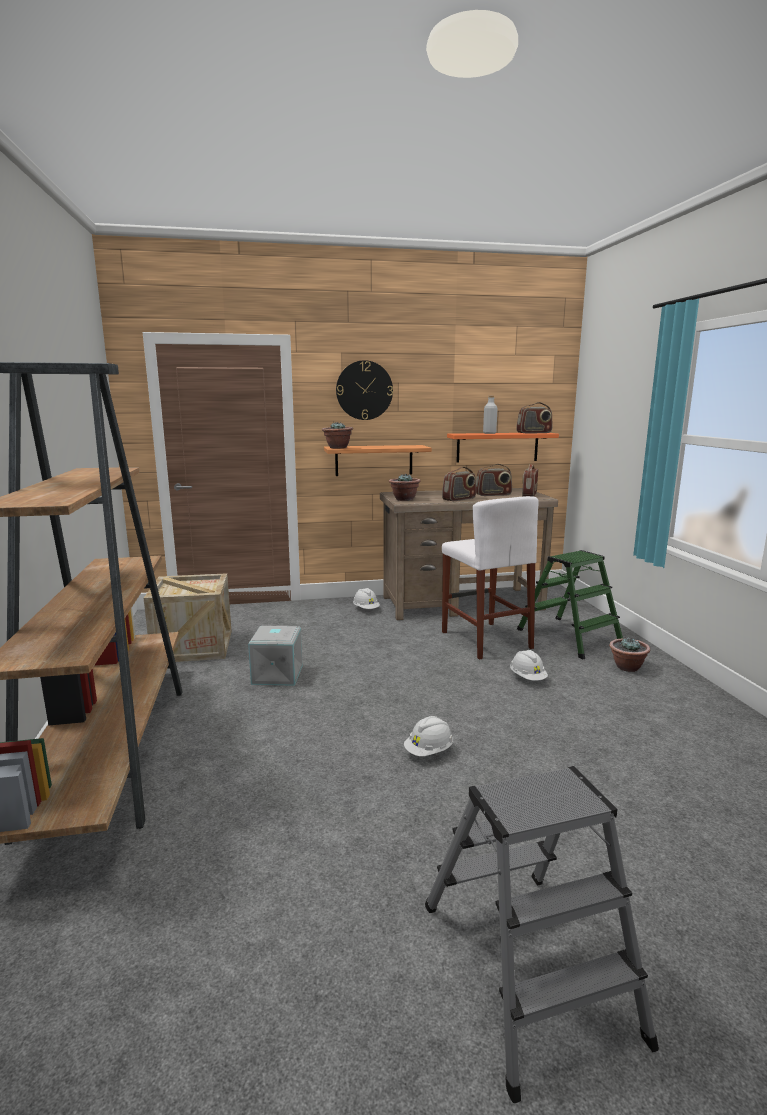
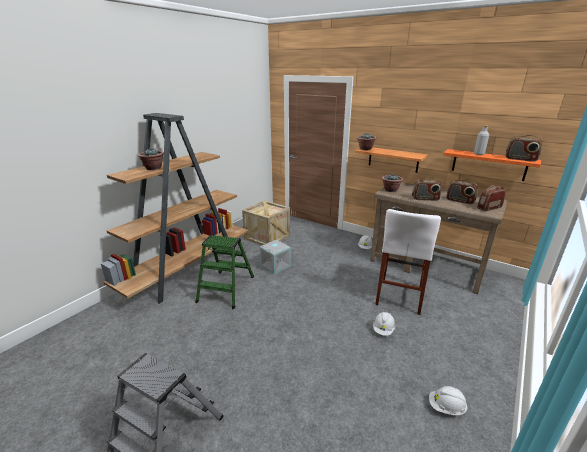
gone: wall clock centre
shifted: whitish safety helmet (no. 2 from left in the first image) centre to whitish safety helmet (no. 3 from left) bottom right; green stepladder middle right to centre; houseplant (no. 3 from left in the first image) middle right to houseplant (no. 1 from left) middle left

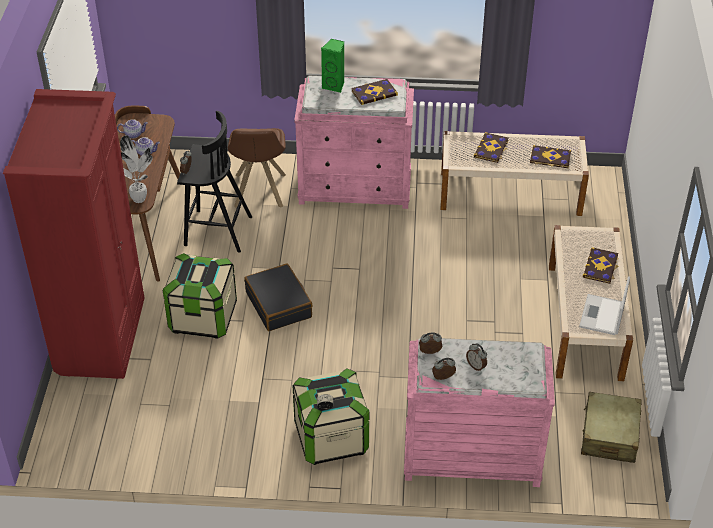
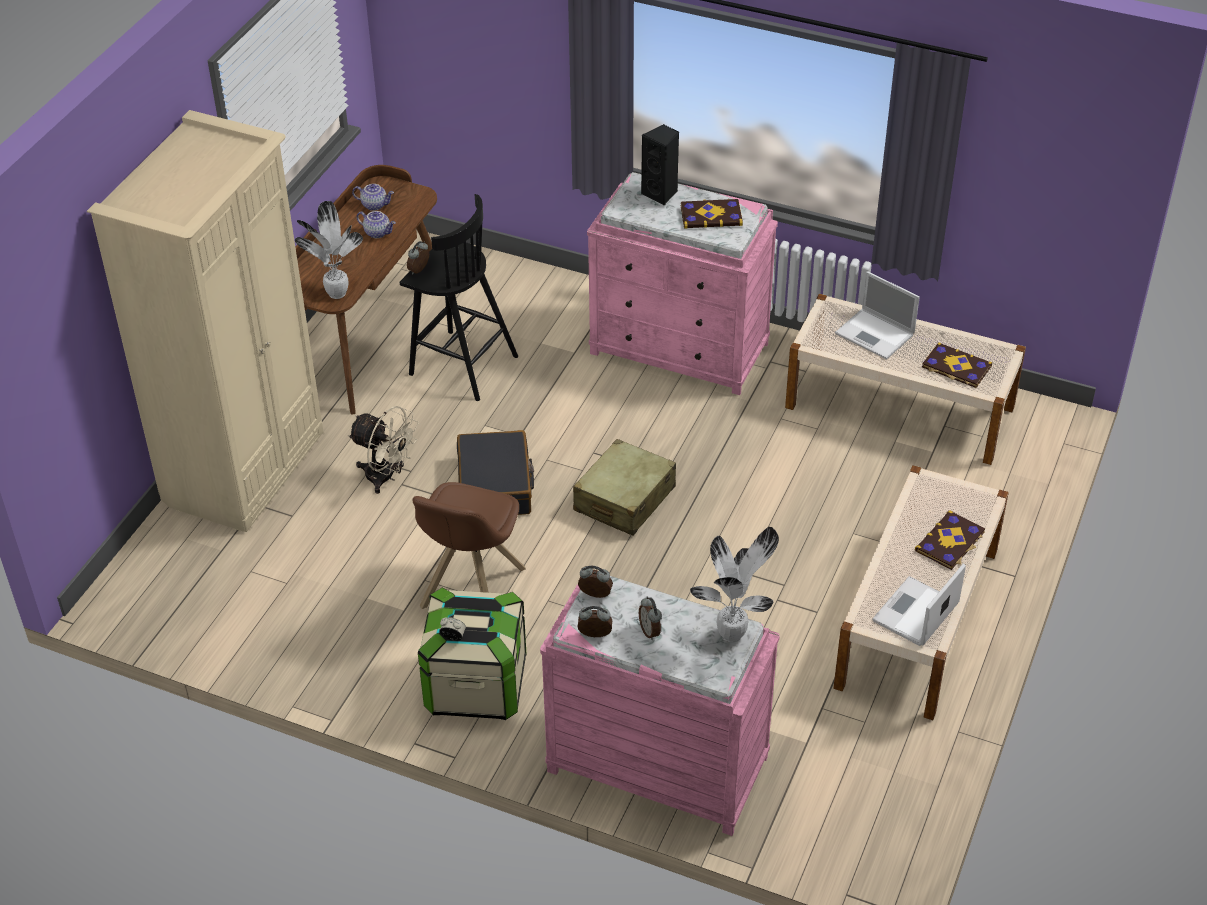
new: houseplant (no. 2 from left) centre
shifted: brown upright chair top centre to centre; sand-coloured travel case bottom right to centre
swapped: storage container (no. 1 from left) middle left to sand-coloured fan middle left; volume (no. 2 from left) top right to notebook computer (no. 1 from left) middle right
repainted: red wardrobe middle left to sand-coloured wardrobe middle left; green loudspeaker top centre to black loudspeaker top centre

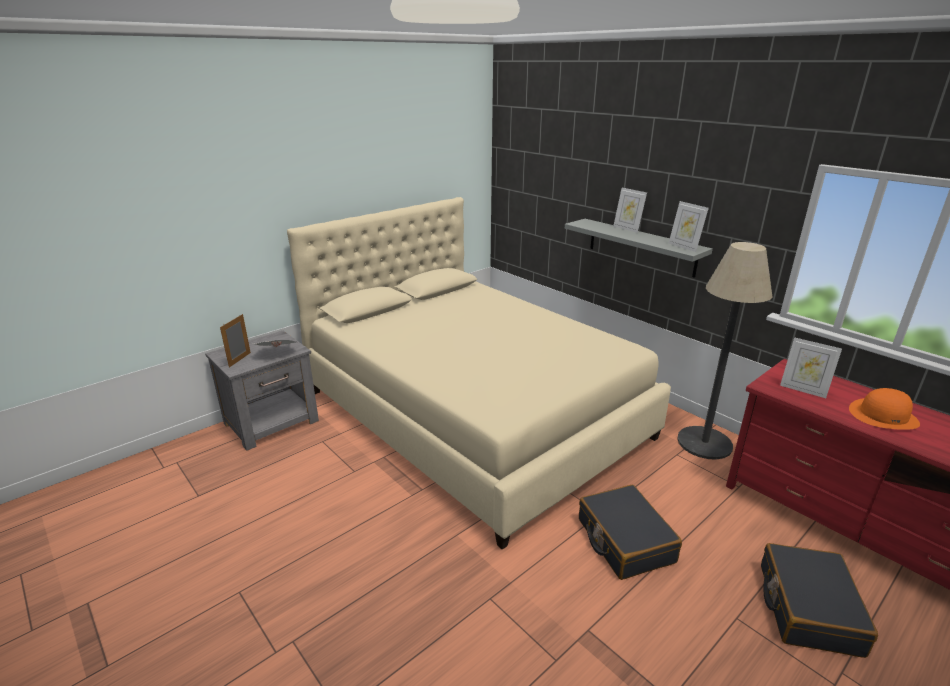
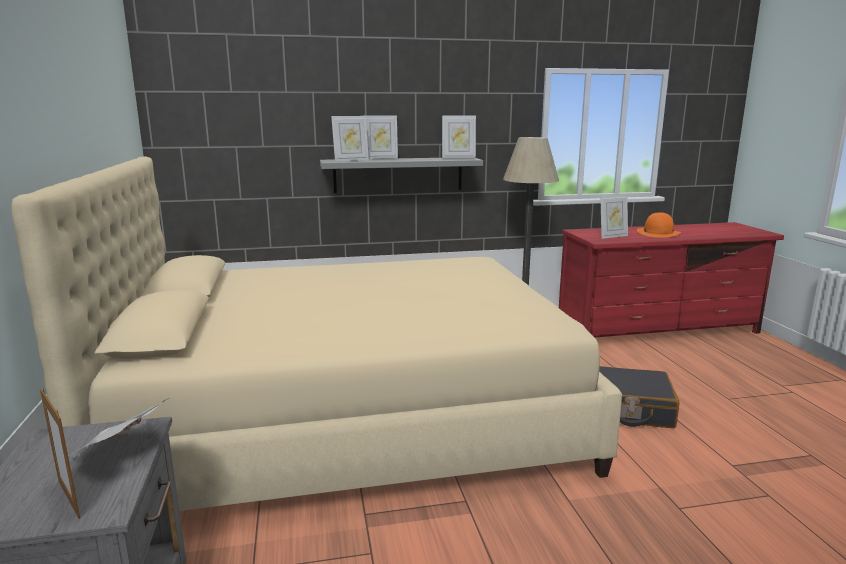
gone: black travel case (no. 2 from left) bottom right
new: photo frame (no. 2 from left) top centre

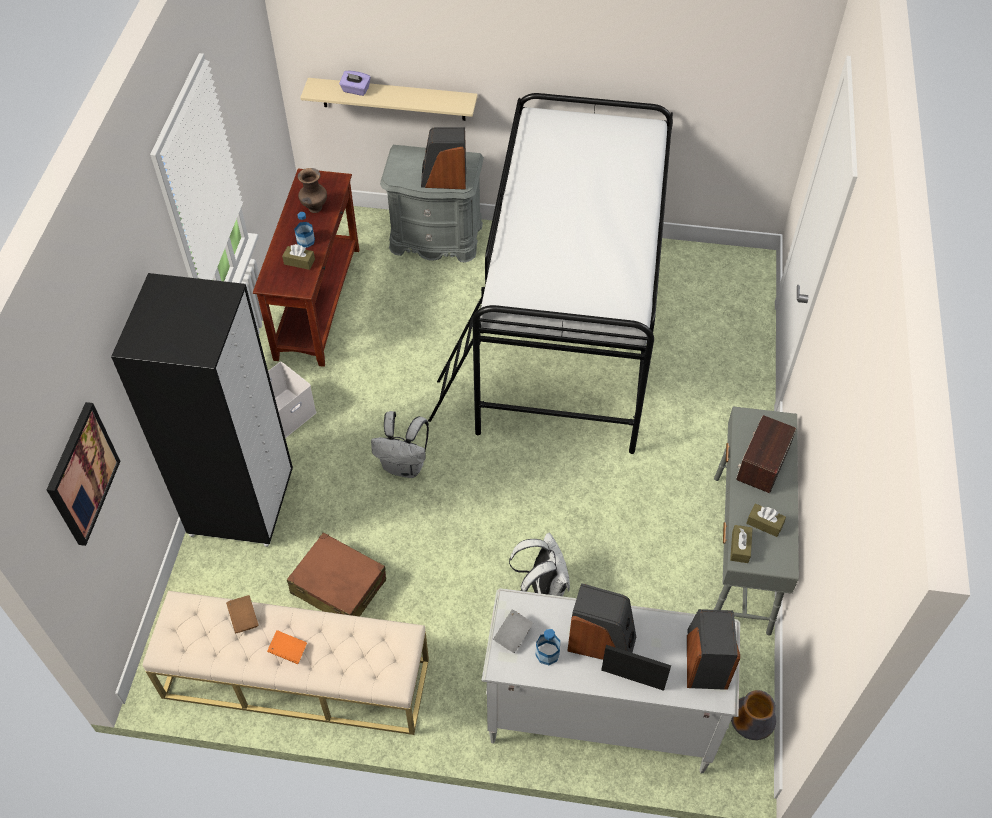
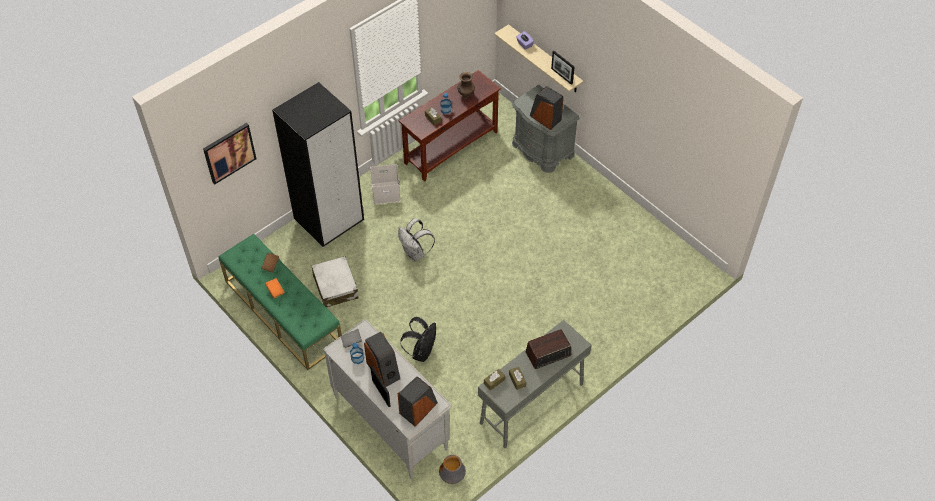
gone: black sleeping bed centre
new: photo frame (no. 2 from left) top centre
repainted: sand-coloured long seat bottom left to green long seat middle left; brown travel case bottom centre to whitish travel case centre; whitish rucksack (no. 2 from left) bottom centre to black rucksack bottom centre

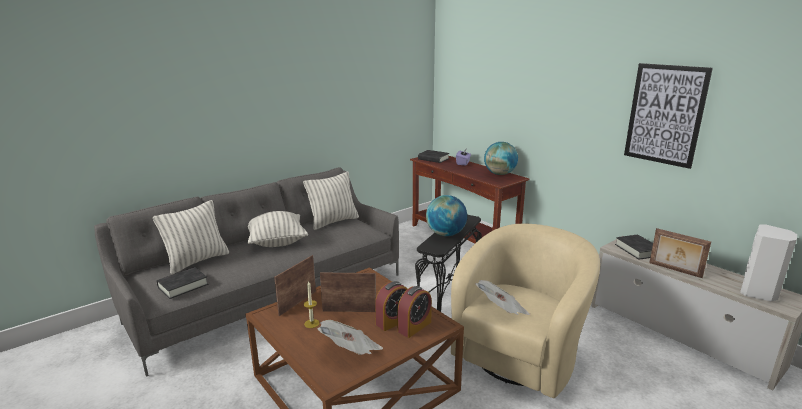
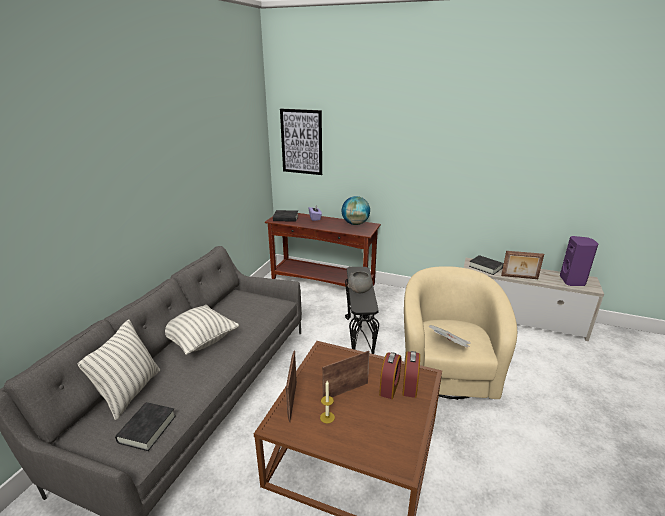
gone: throw pillow (no. 3 from left) centre; daily paper (no. 1 from left) bottom centre
shifted: wall art top right to top centre
swapped: desk globe (no. 1 from left) centre to greyish serving bowl centre
repainted: whitish loudspeaker middle right to purple-coloured loudspeaker middle right

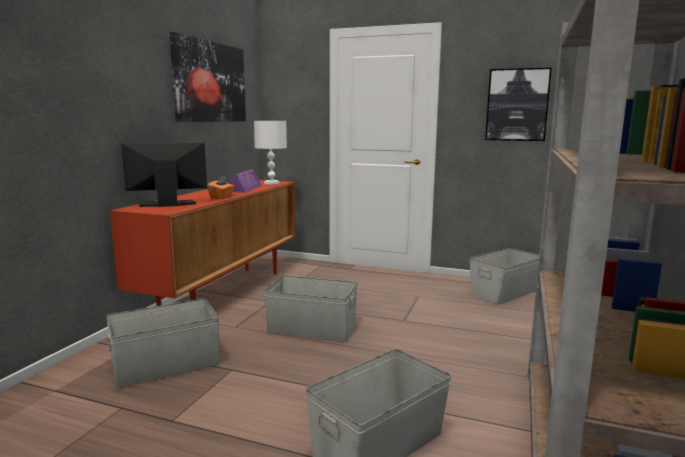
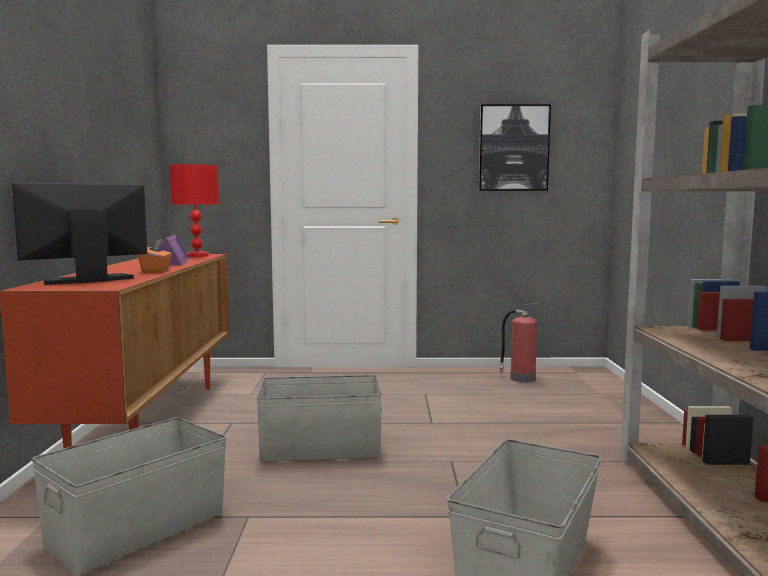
gone: wall art (no. 1 from left) top left
swapped: greyish storage container (no. 4 from left) middle right to fire extinguisher middle right
repainted: whitish table lamp top centre to red table lamp middle left

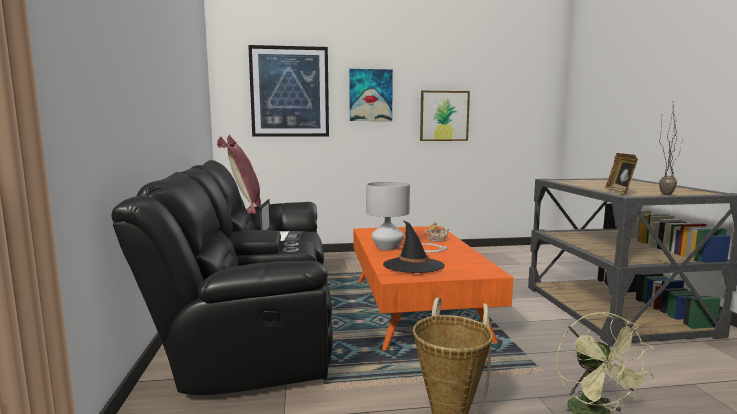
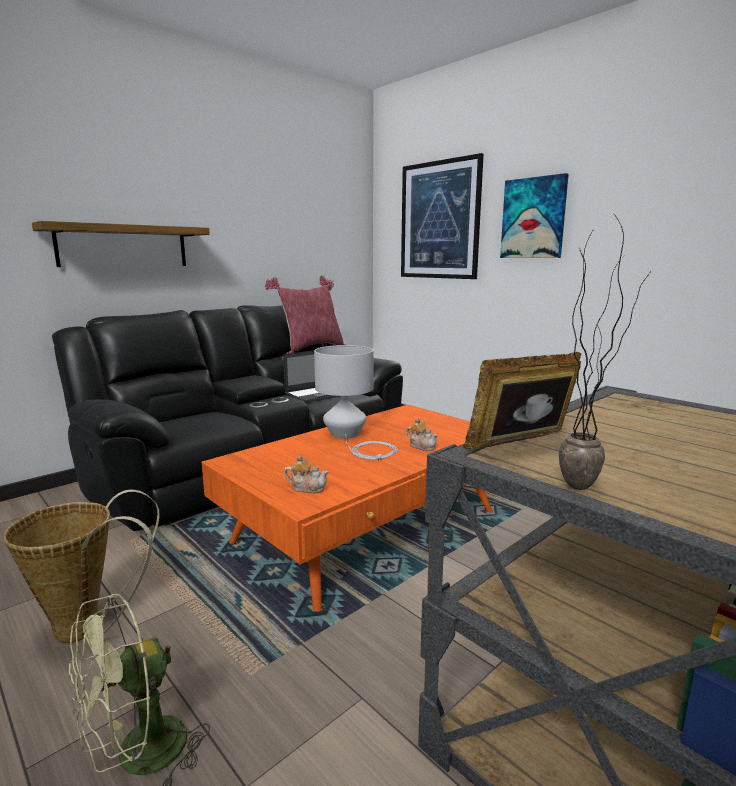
gone: black clothing hat centre; wall art (no. 3 from left) top centre
new: wall shelf top left; teapot (no. 1 from left) centre

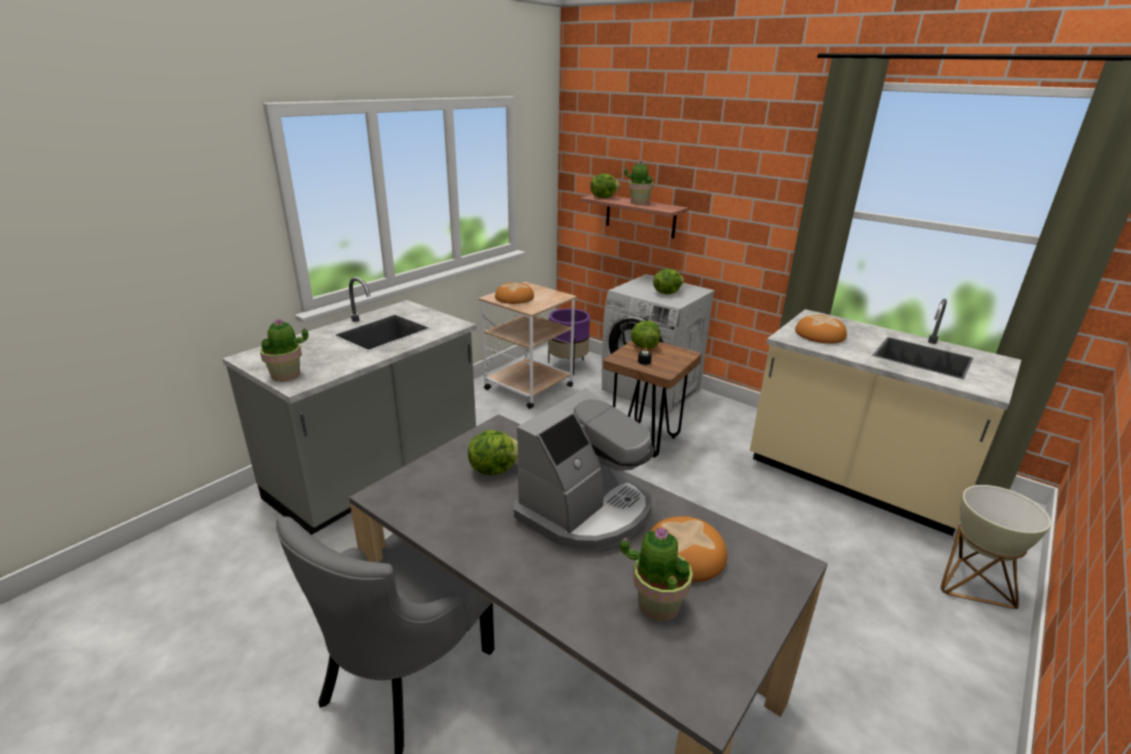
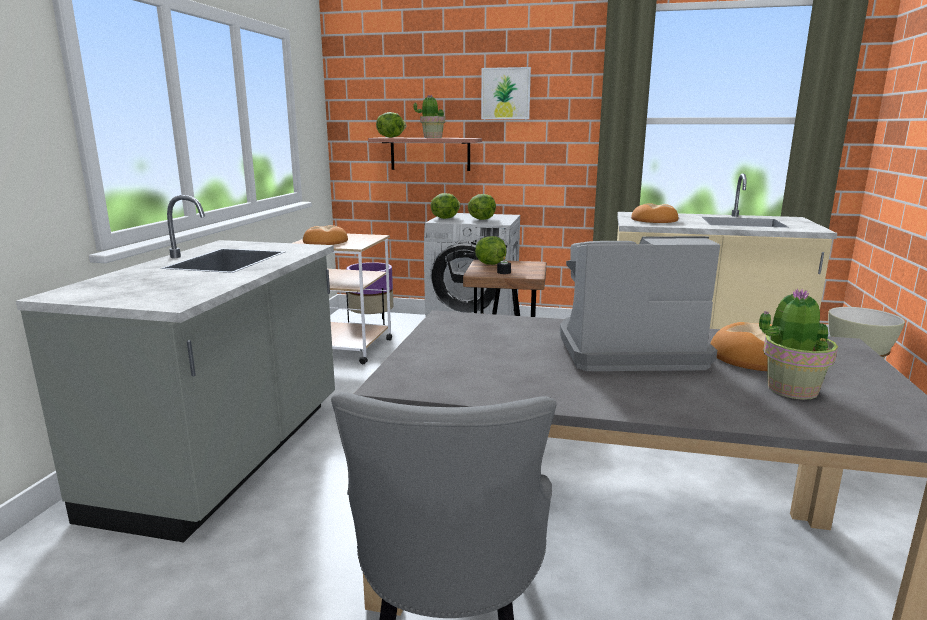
gone: houseplant (no. 1 from left) middle left
new: wall art top centre
shifted: lettuce head (no. 1 from left in the first image) centre to lettuce head (no. 2 from left) top centre
rotated: coffee machine centre = middle right 105 degrees counterclockwise

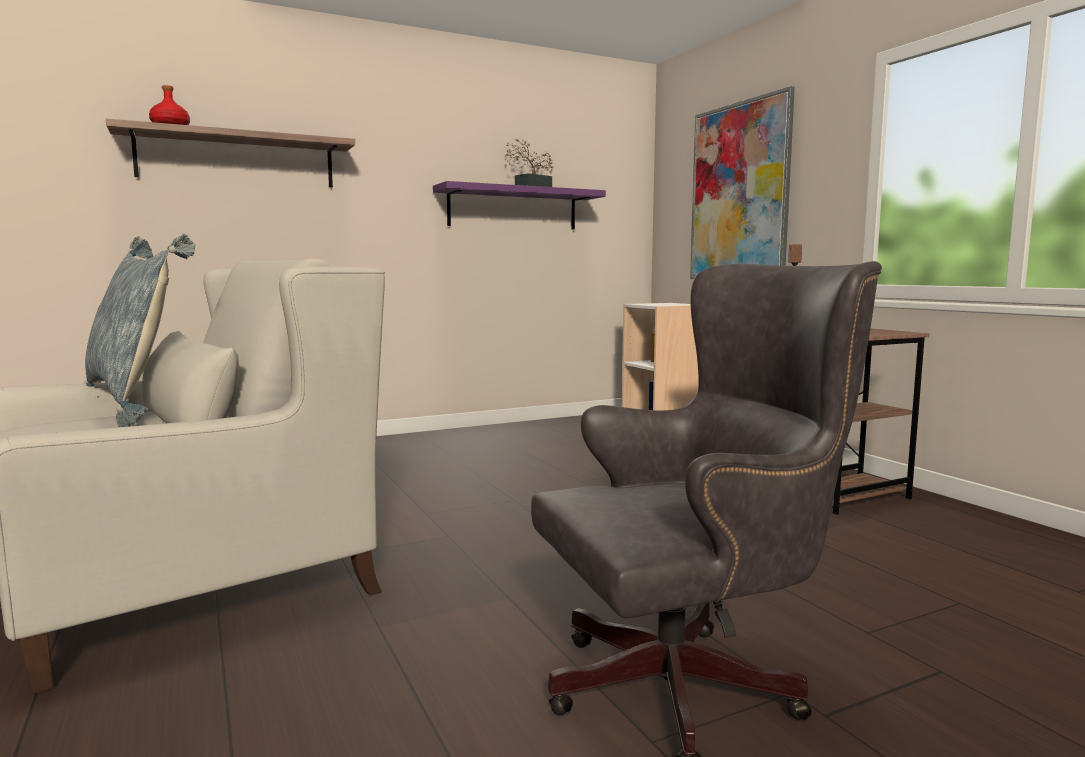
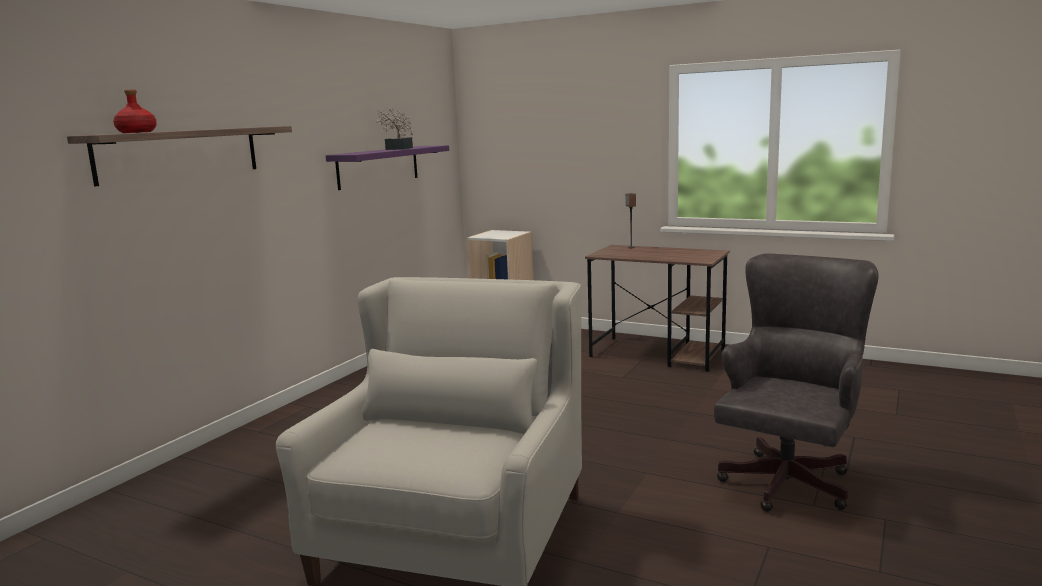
gone: throw pillow middle left; wall art top right

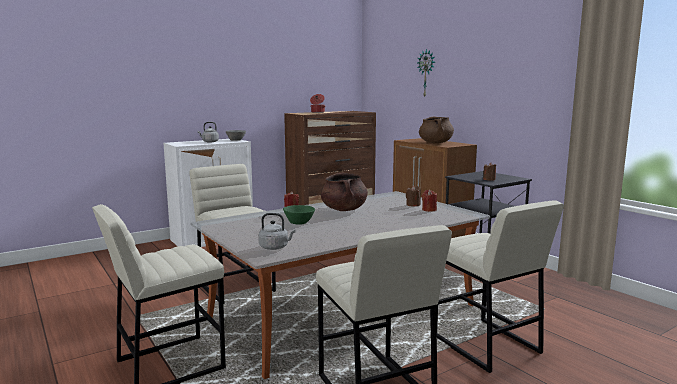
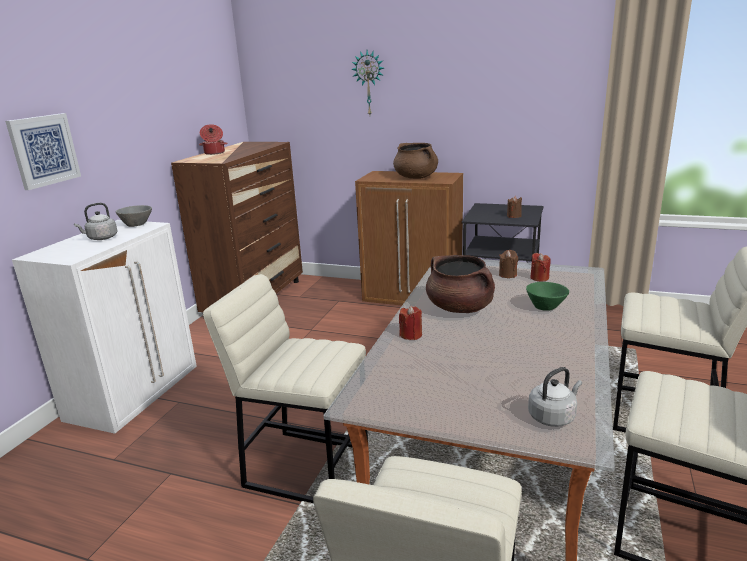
new: wall art top left
shifted: green serving bowl centre to middle right

